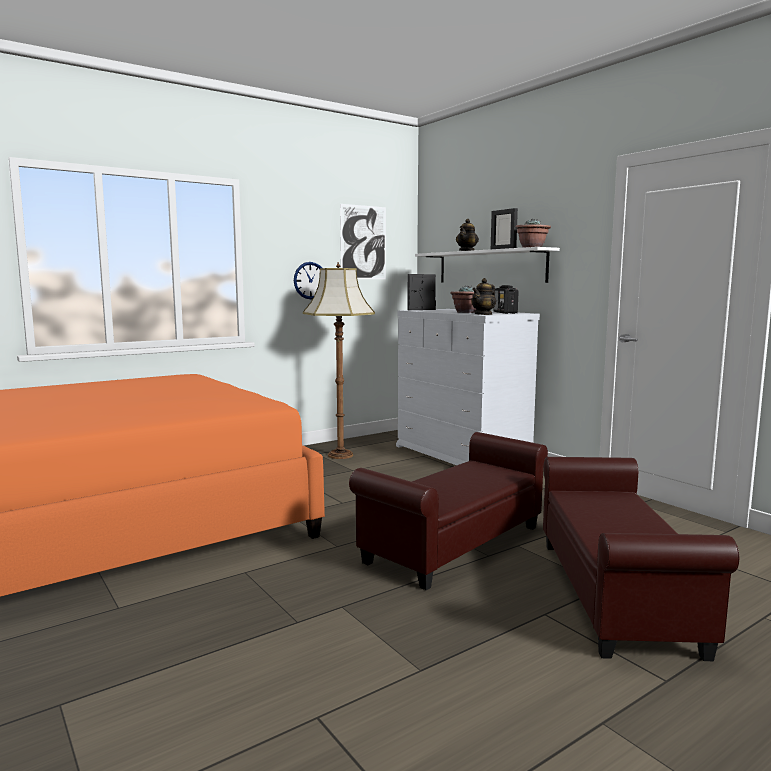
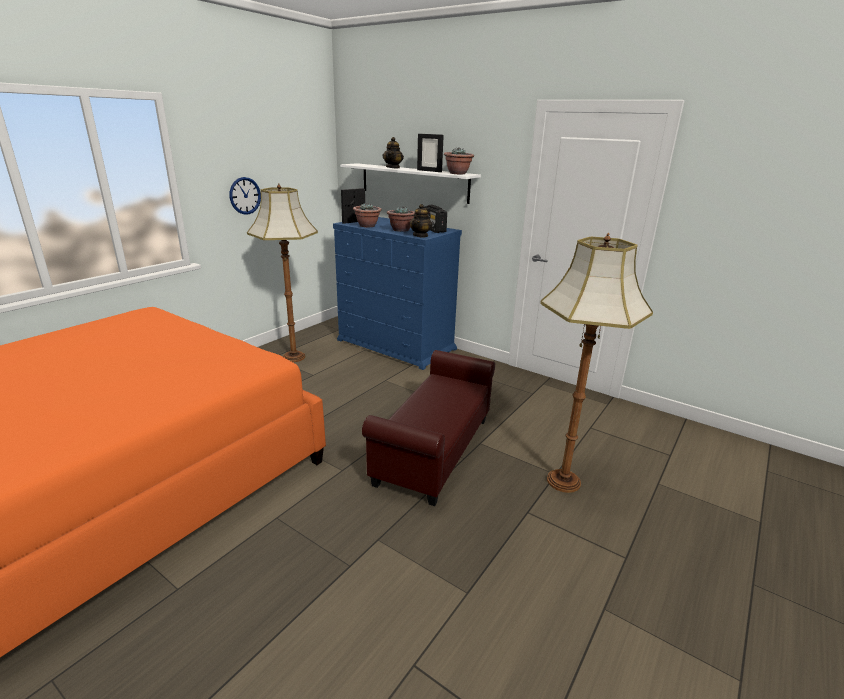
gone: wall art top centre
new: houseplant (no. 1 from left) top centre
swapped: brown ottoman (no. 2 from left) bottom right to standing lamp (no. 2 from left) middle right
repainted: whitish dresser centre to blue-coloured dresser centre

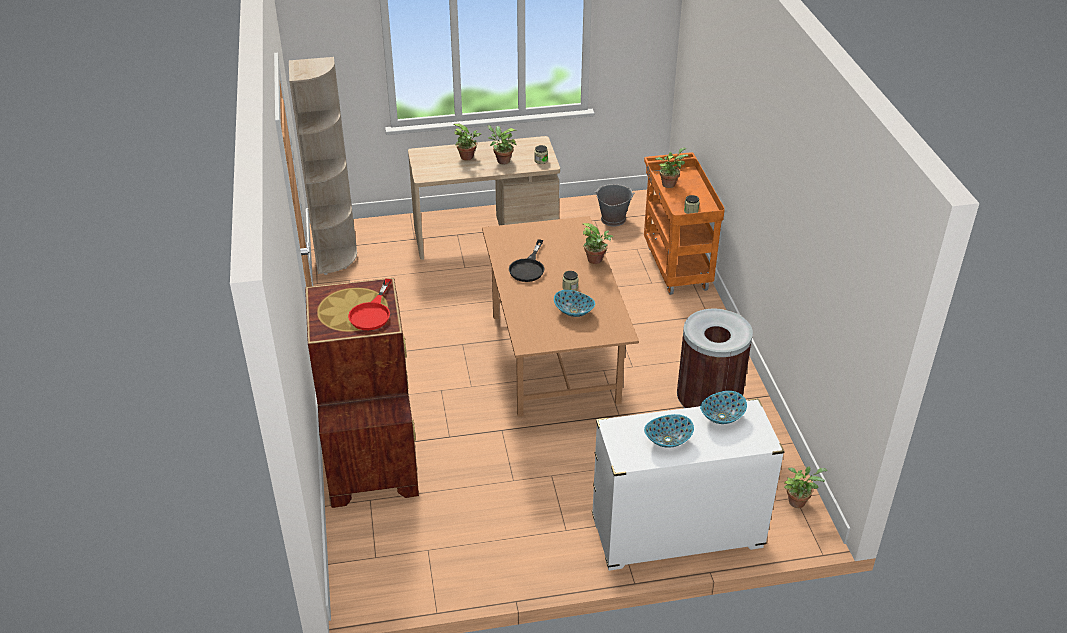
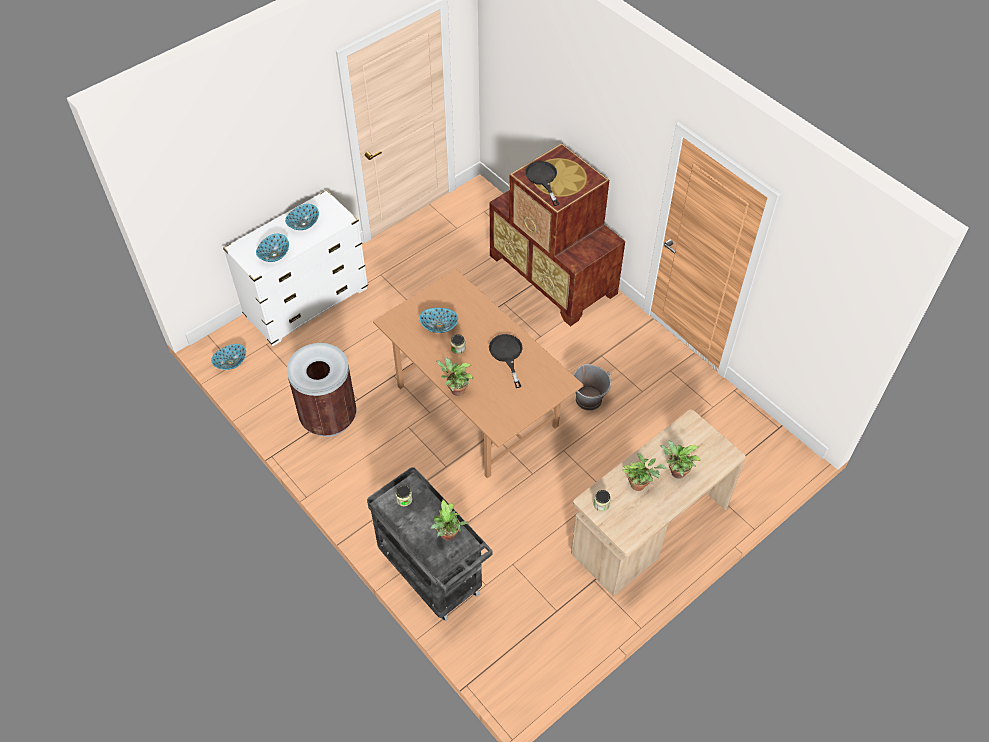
gone: sand-coloured bookshelf top left
shifted: greyish water bucket top centre to centre
swapped: houseplant (no. 5 from left) bottom right to serving bowl (no. 1 from left) middle left
repainted: red pan centre to black pan (no. 2 from left) top centre; orange trolley centre to black trolley bottom centre

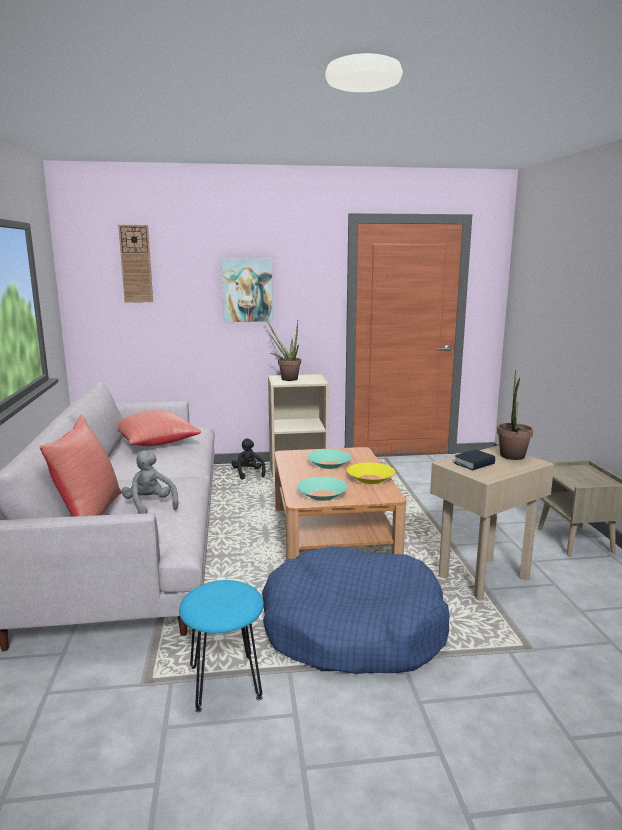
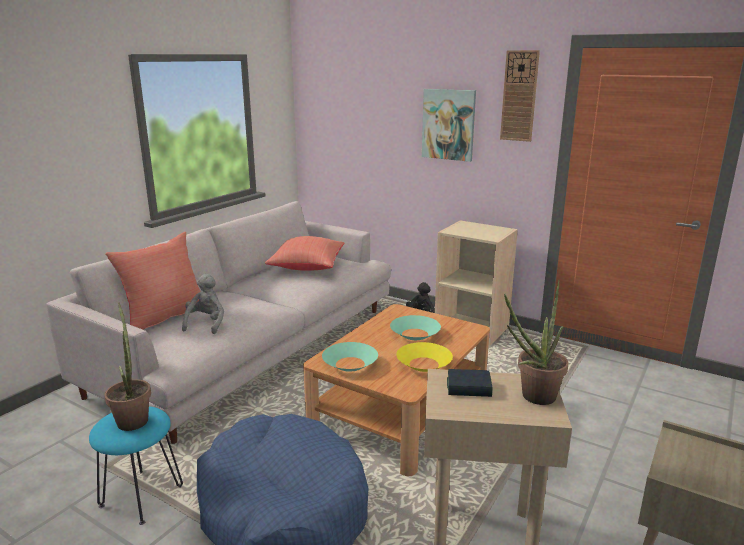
shifted: wall clock top left to top right; houseplant (no. 1 from left) centre to bottom left

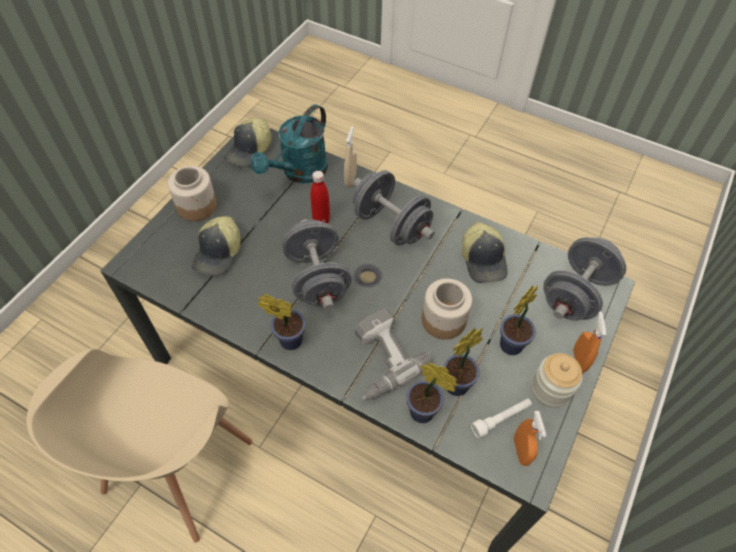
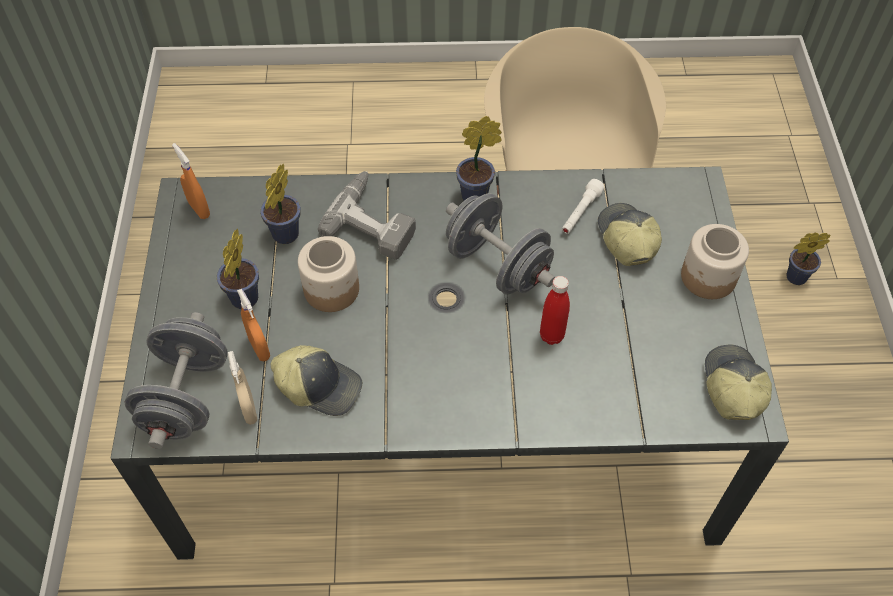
gone: blue-green sprinkling can top centre; greyish free weight (no. 2 from left) centre; preserve jar (no. 3 from left) bottom right
shifted: sand-coloured spray bottle top centre to middle left; houseplant (no. 2 from left in the first image) bottom centre to houseplant (no. 4 from left) middle right; whitish flashlight bottom right to centre; orange spray bottle (no. 2 from left) middle right to middle left
rotated: cap (no. 3 from left in the first image) centre = centre 150 degrees clockwise

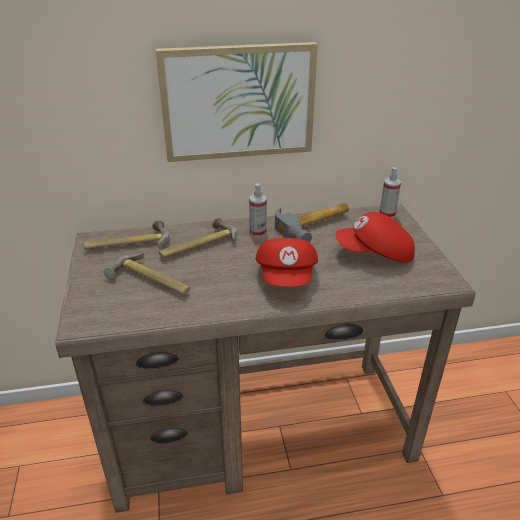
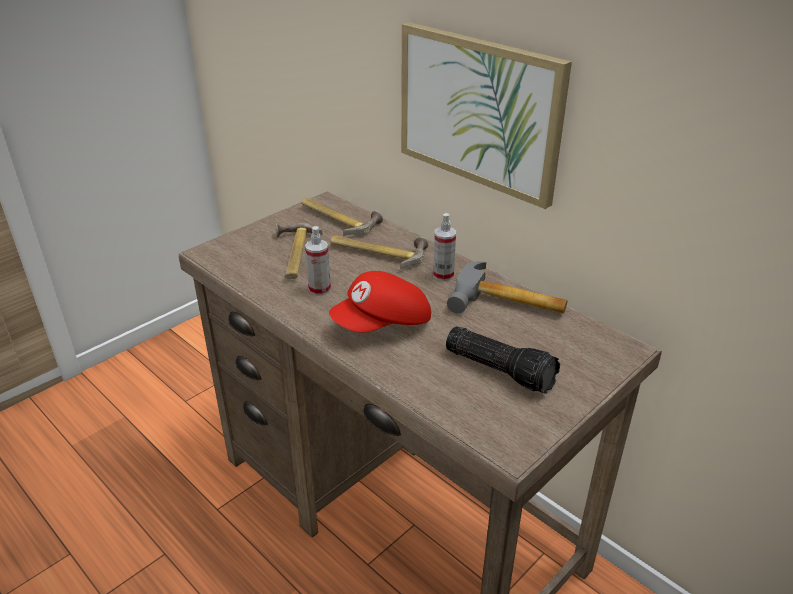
shifted: spray bottle (no. 2 from left in the first image) middle right to spray bottle (no. 1 from left) centre
swapped: red cap (no. 2 from left) middle right to flashlight centre

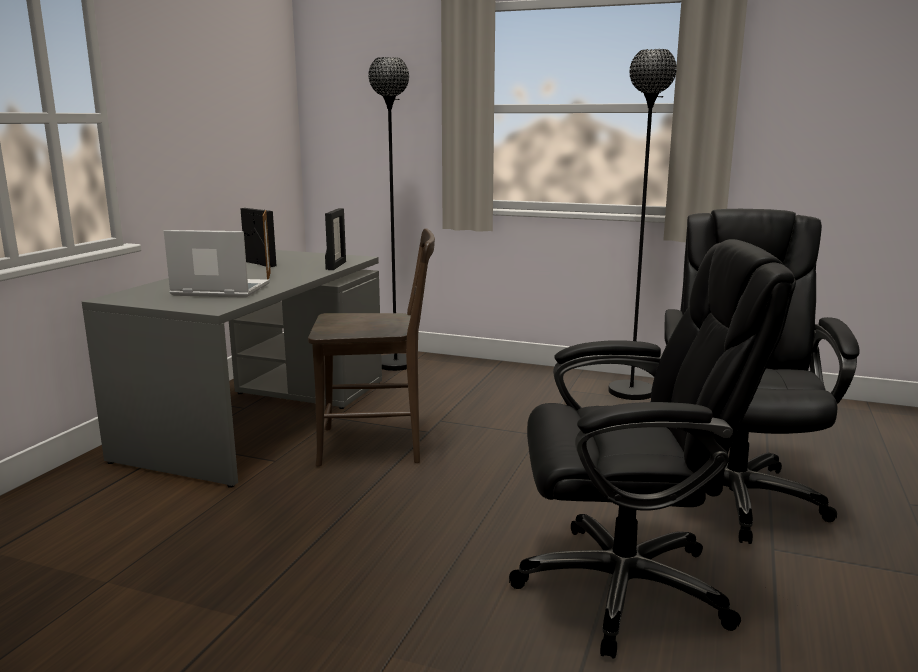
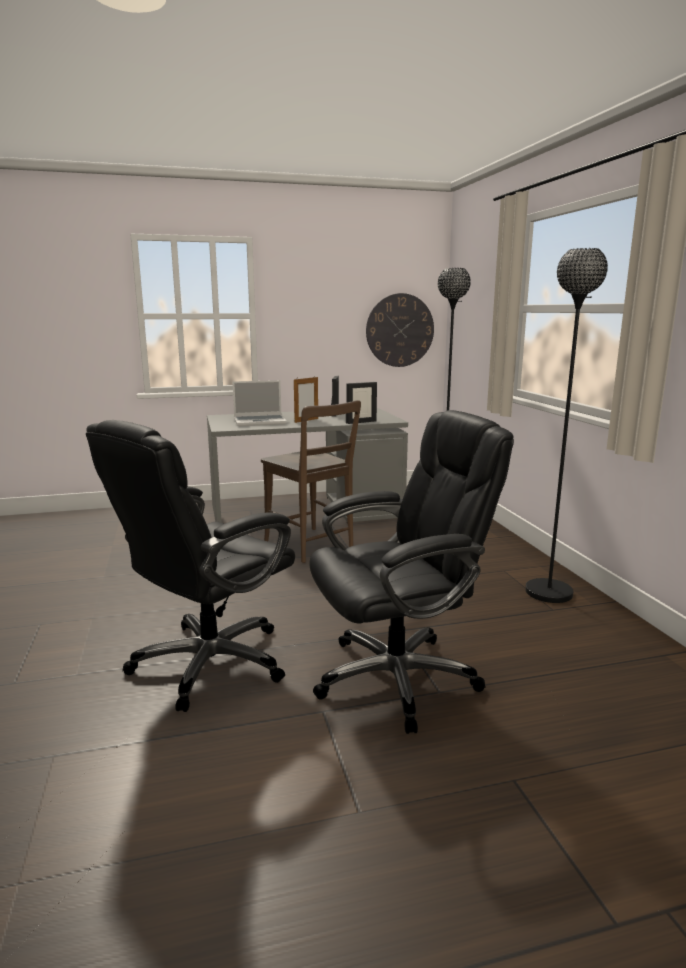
new: wall clock centre
rotated: notebook computer middle left = centre 105 degrees clockwise; black office chair (no. 1 from left) bottom right = middle left 75 degrees clockwise

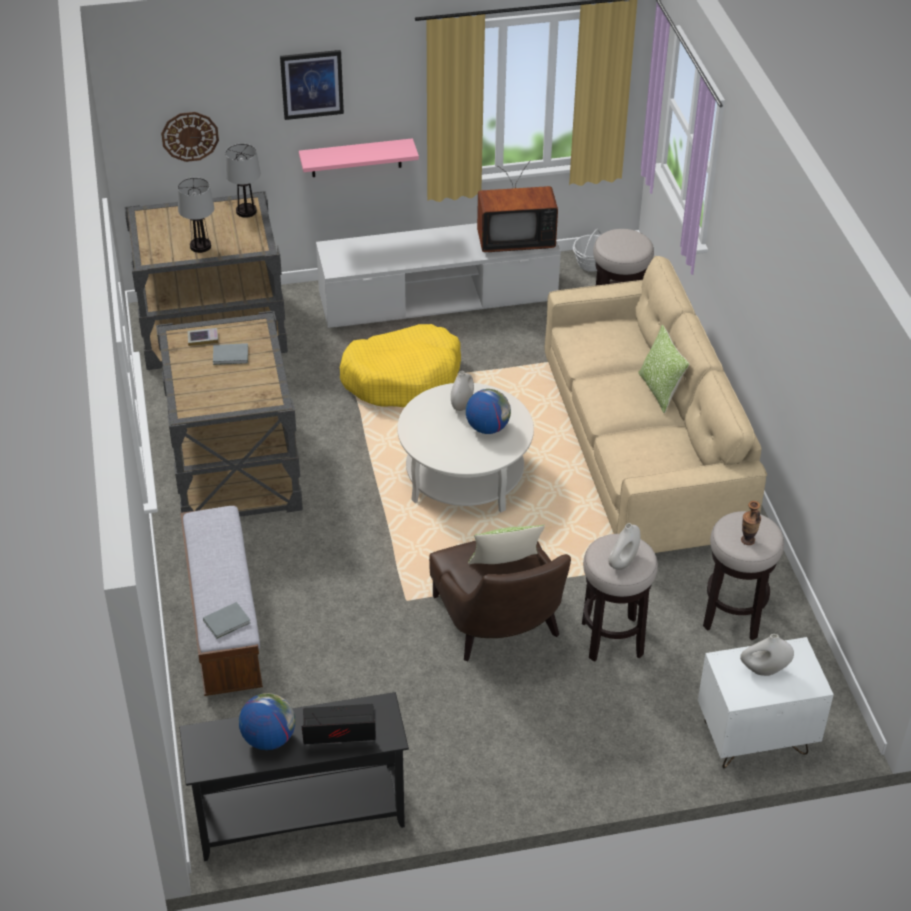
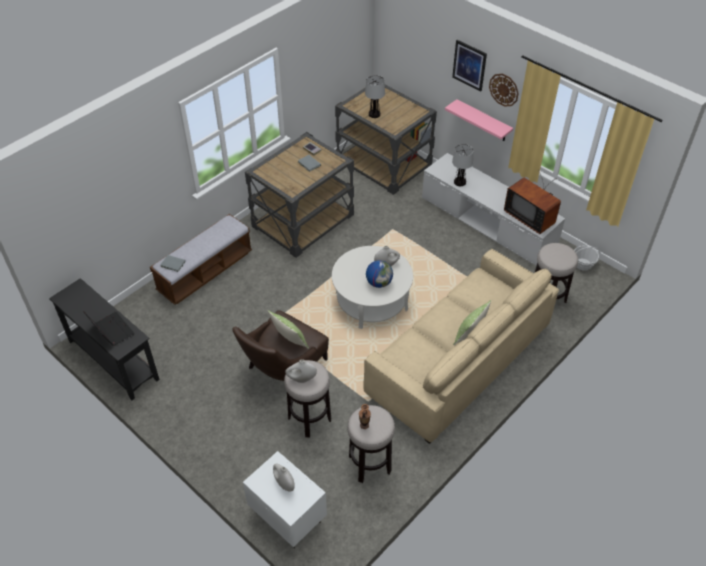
gone: desk globe (no. 1 from left) bottom left; yellow dog bed centre
shifted: wall clock top left to top right; table lamp (no. 2 from left) top left to top centre

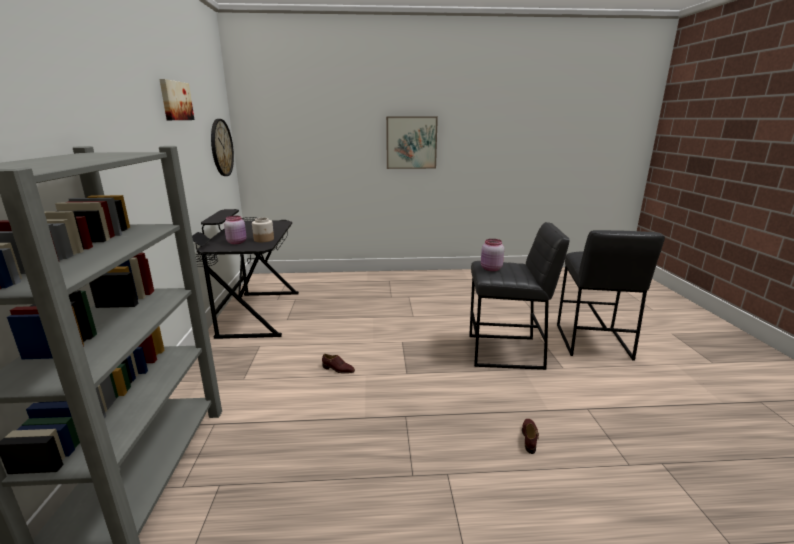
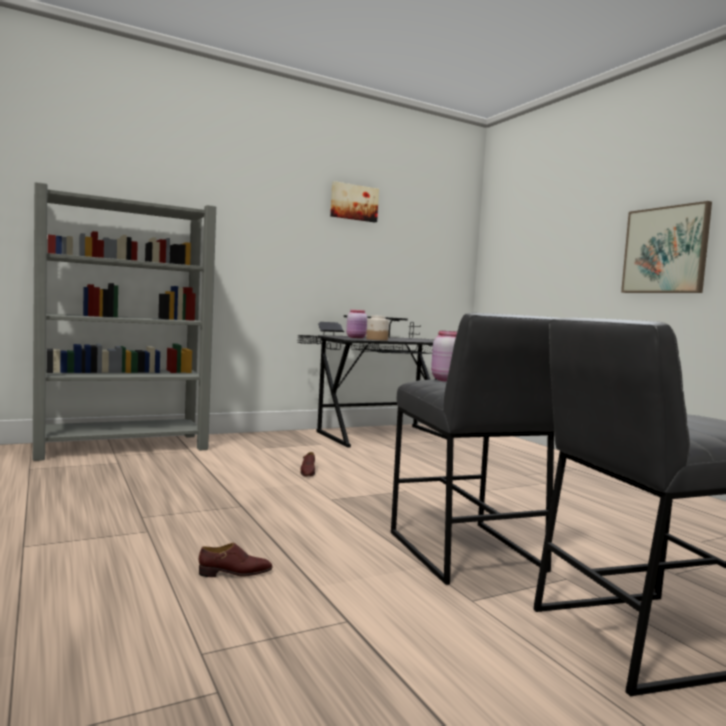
gone: wall clock top left

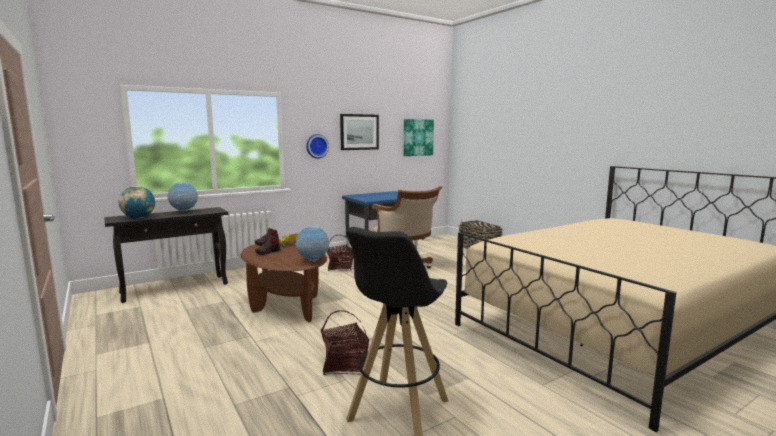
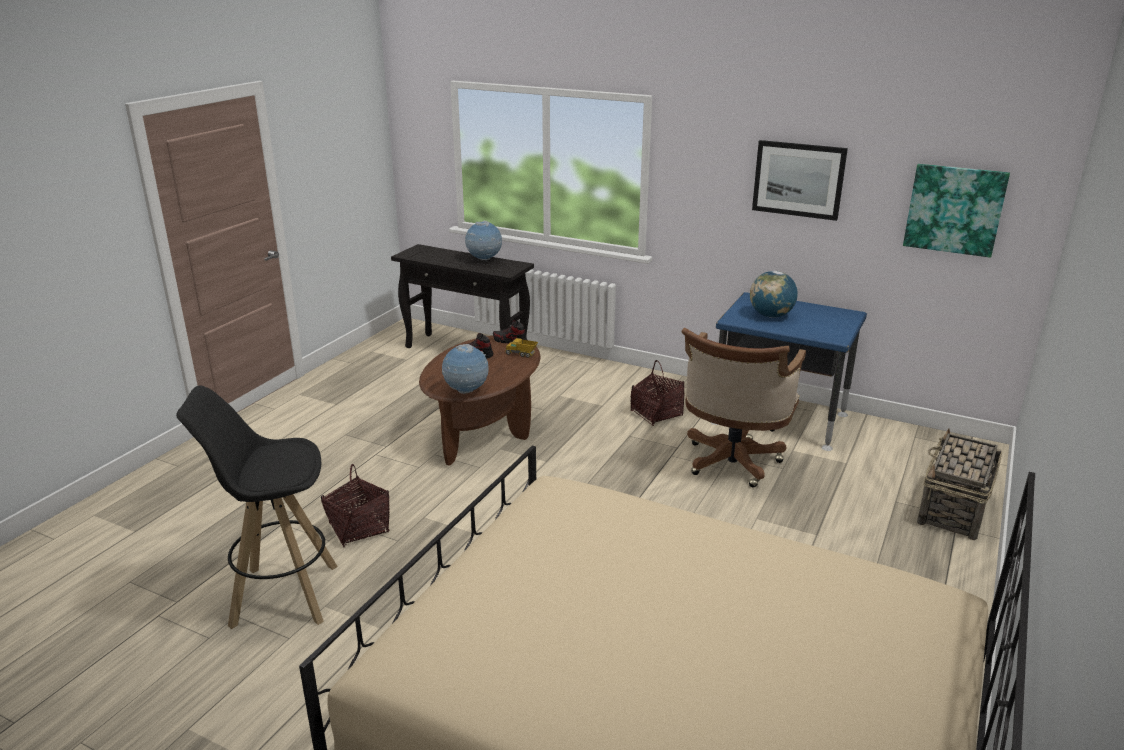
gone: wall clock centre
shifted: desk globe (no. 1 from left in the first image) middle left to desk globe (no. 3 from left) middle right

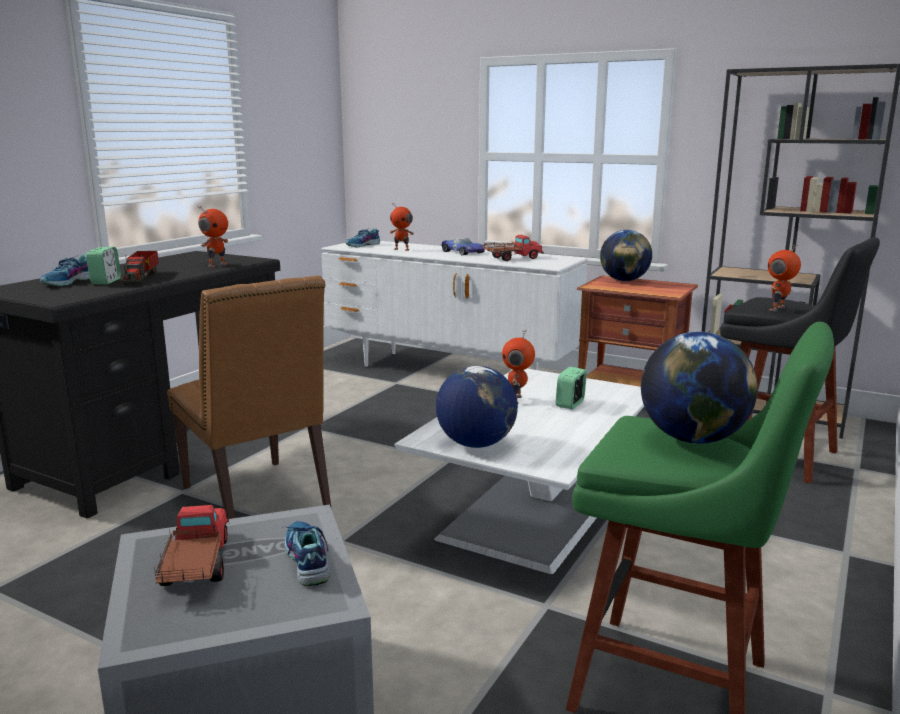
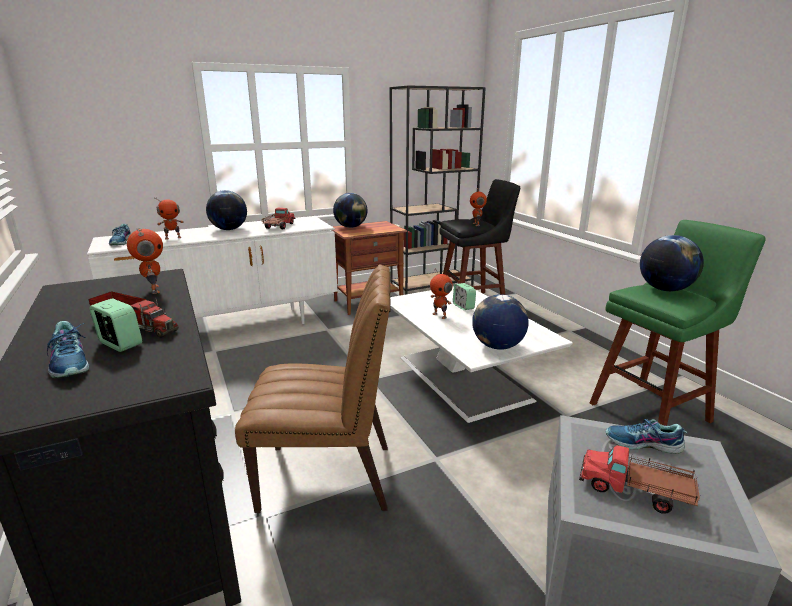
swapped: miniature car centre to desk globe (no. 1 from left) middle left

